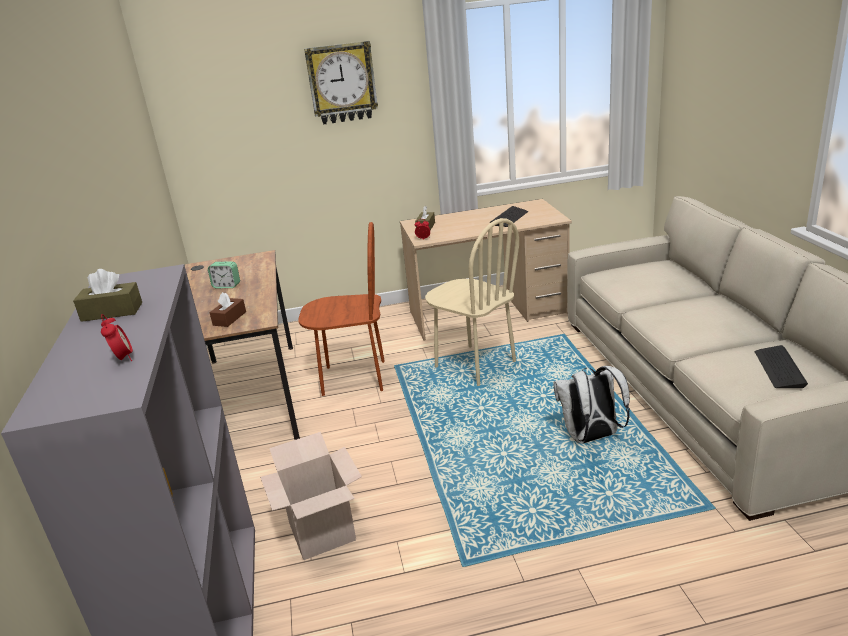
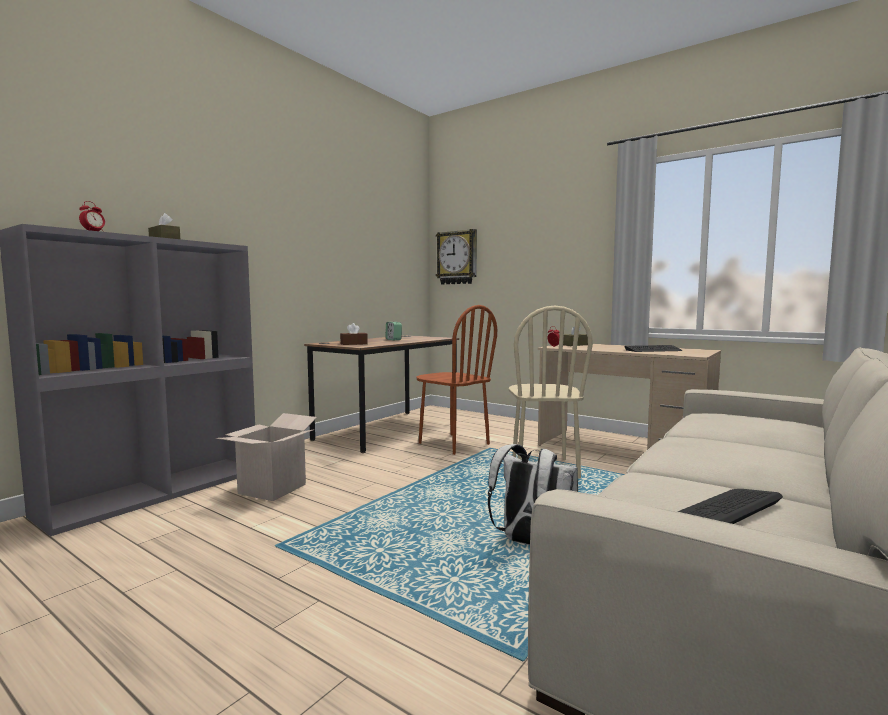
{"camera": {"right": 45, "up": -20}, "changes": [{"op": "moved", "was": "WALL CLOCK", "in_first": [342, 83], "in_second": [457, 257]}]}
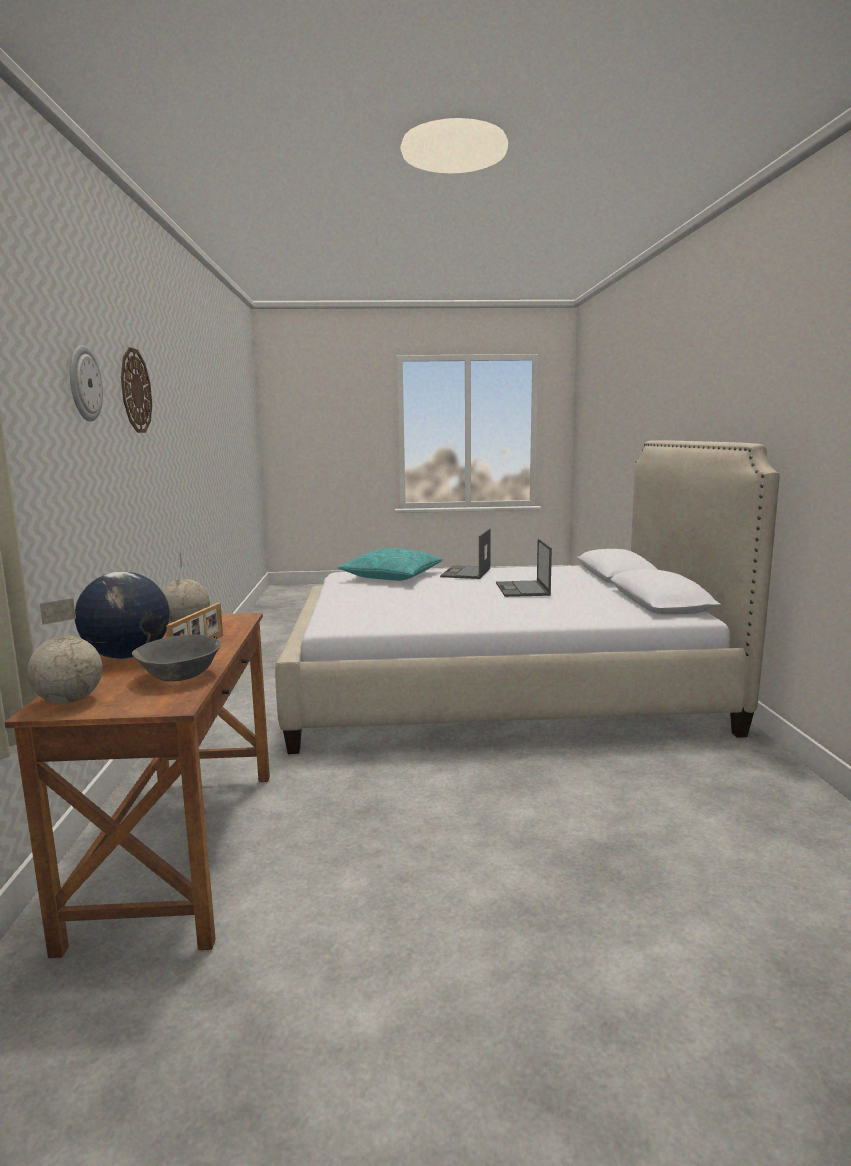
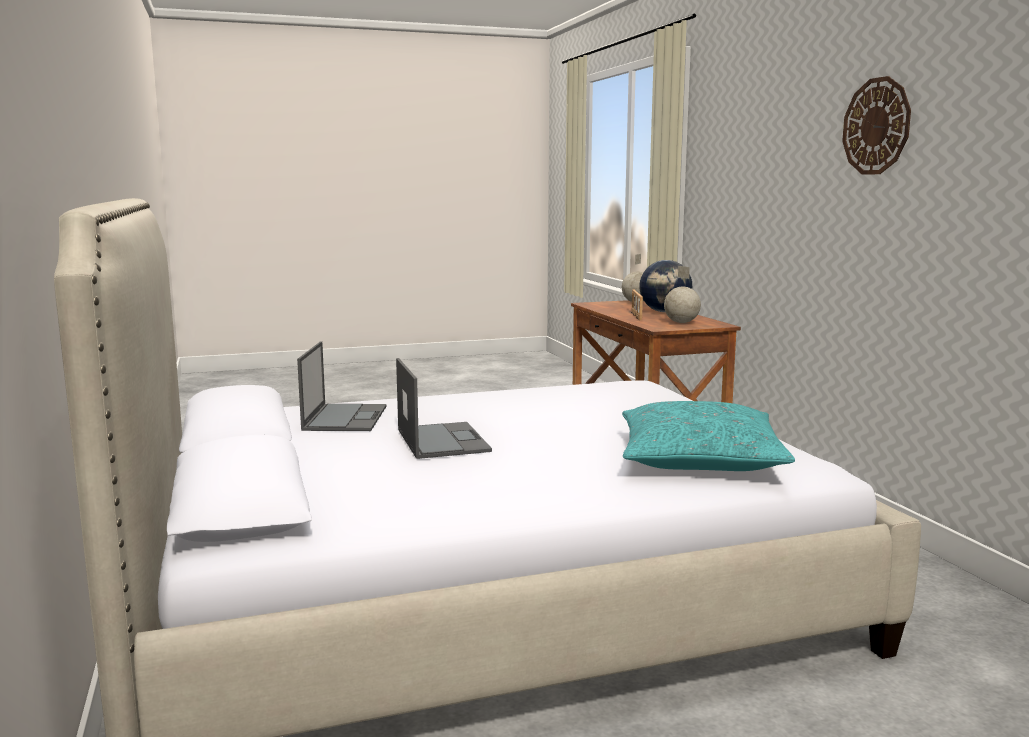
{"camera": {"right": 165, "up": 0}, "changes": [{"op": "removed", "was": "WALL CLOCK", "in_first": [84, 383]}, {"op": "removed", "was": "GREY BOWL", "in_first": [179, 675]}, {"op": "moved", "was": "LAPTOP", "in_first": [466, 573], "in_second": [345, 418]}]}
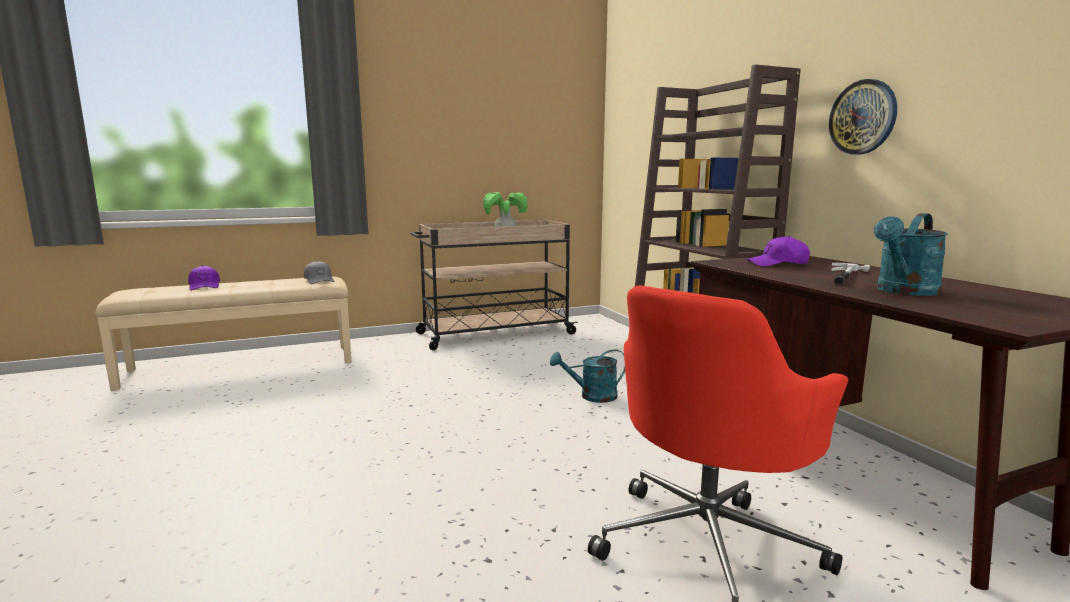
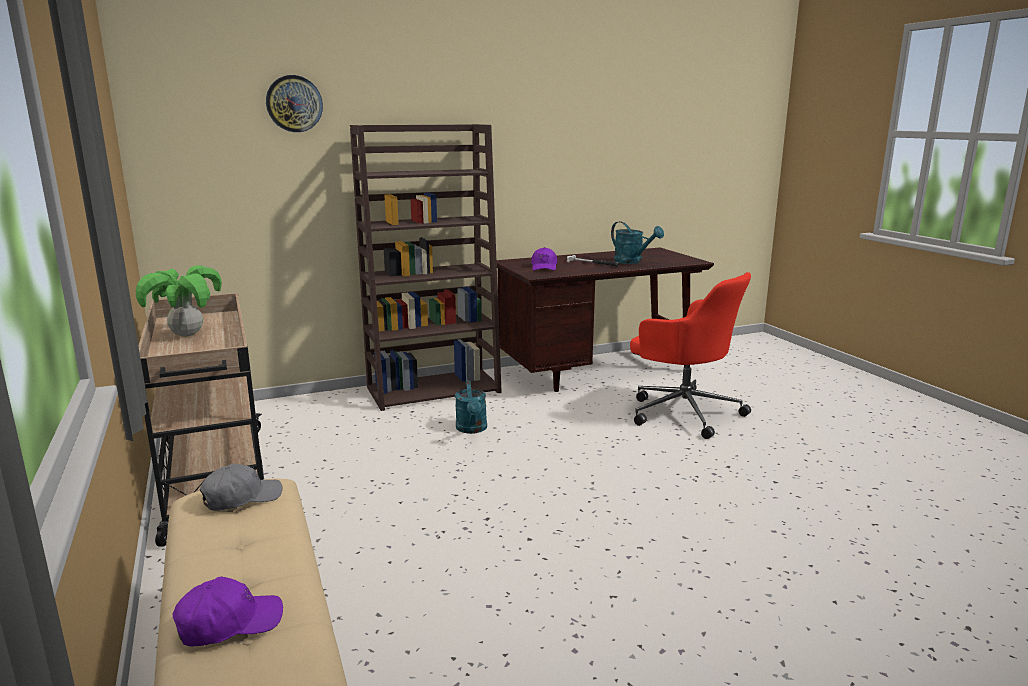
{"camera": {"right": -90, "up": 5}, "changes": [{"op": "moved", "was": "WALL CLOCK", "in_first": [863, 117], "in_second": [294, 104]}]}
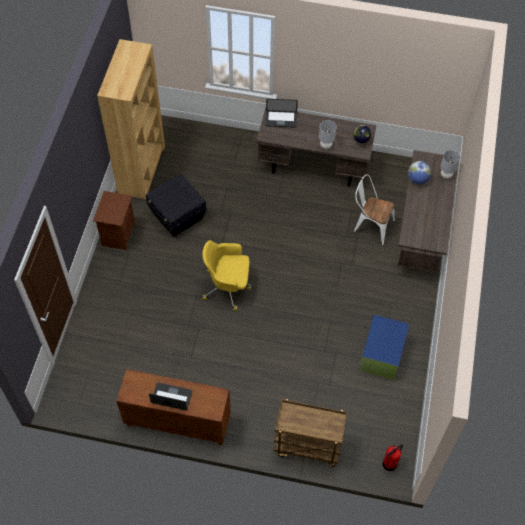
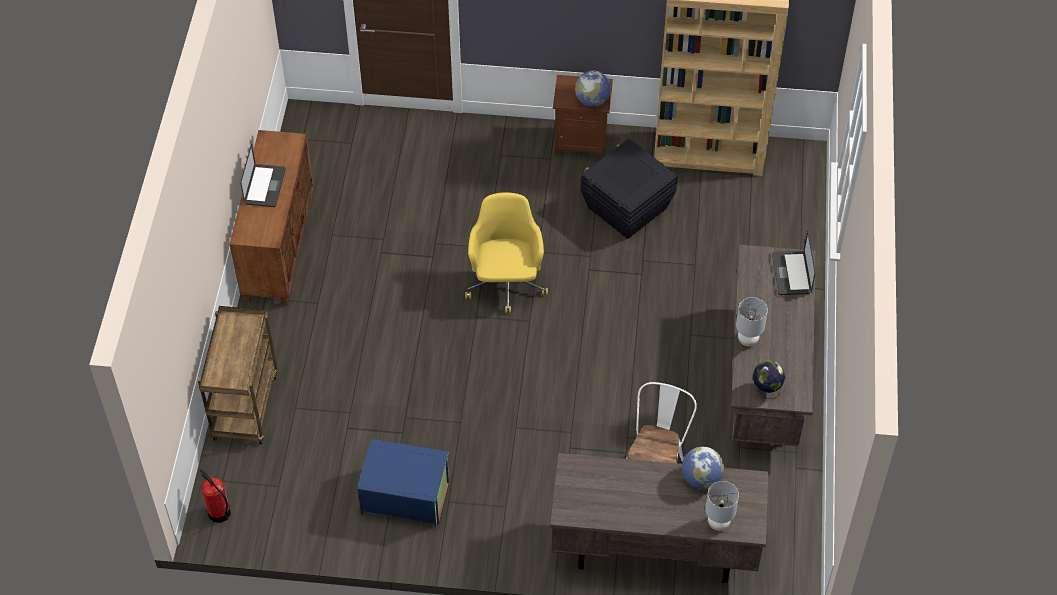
{"camera": {"right": 85, "up": -5}, "changes": [{"op": "added", "now": "GLOBE", "in_second": [592, 100]}]}
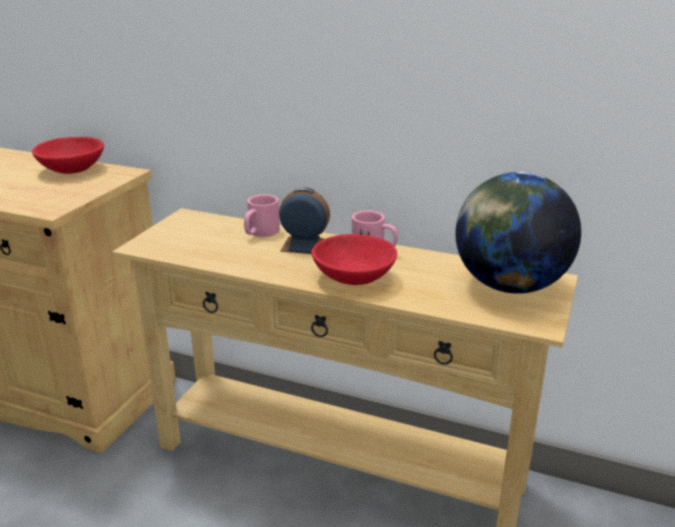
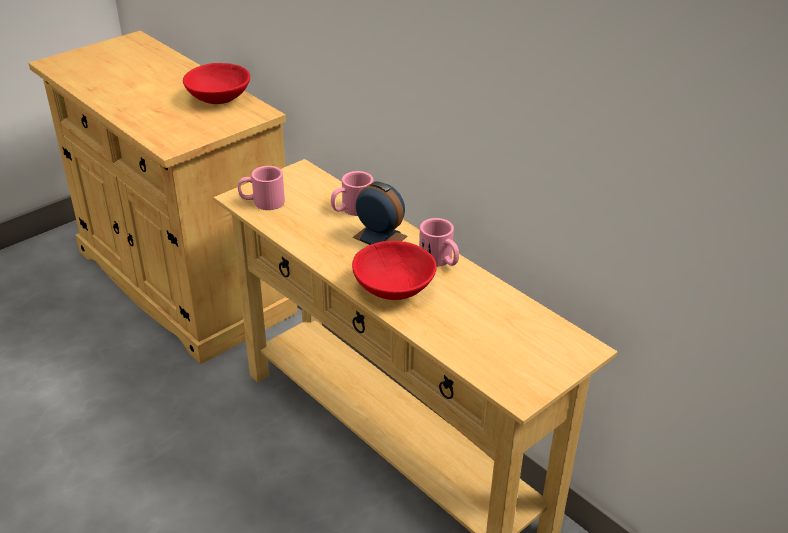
{"camera": {"right": 25, "up": 10}, "changes": [{"op": "removed", "was": "GLOBE", "in_first": [509, 286]}, {"op": "added", "now": "PINK MUG", "in_second": [262, 202]}]}
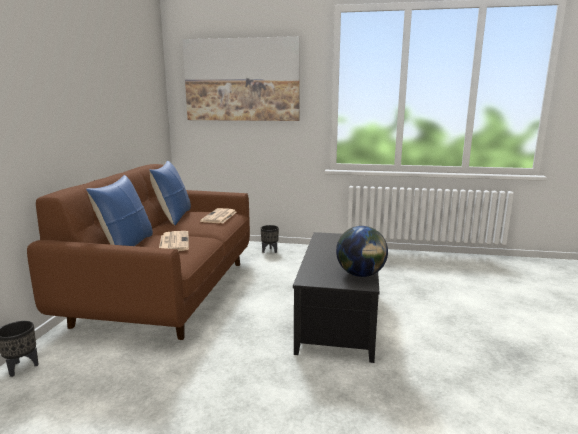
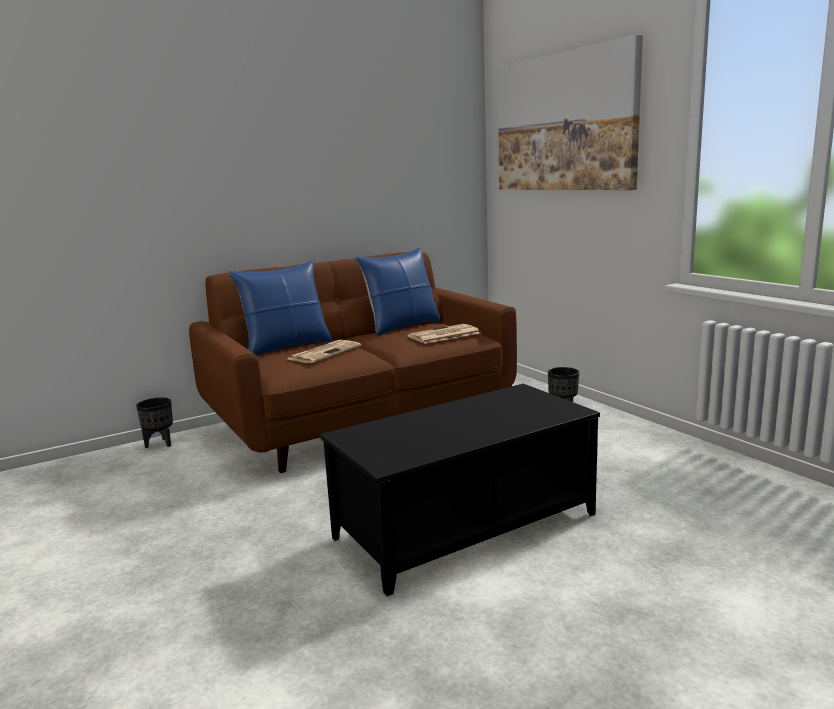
{"camera": {"right": 50, "up": 0}, "changes": [{"op": "removed", "was": "GLOBE", "in_first": [361, 274]}]}
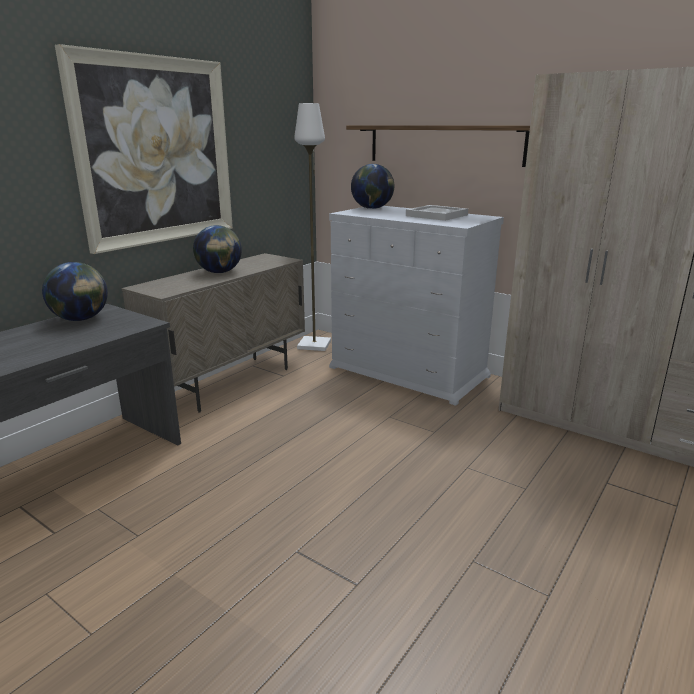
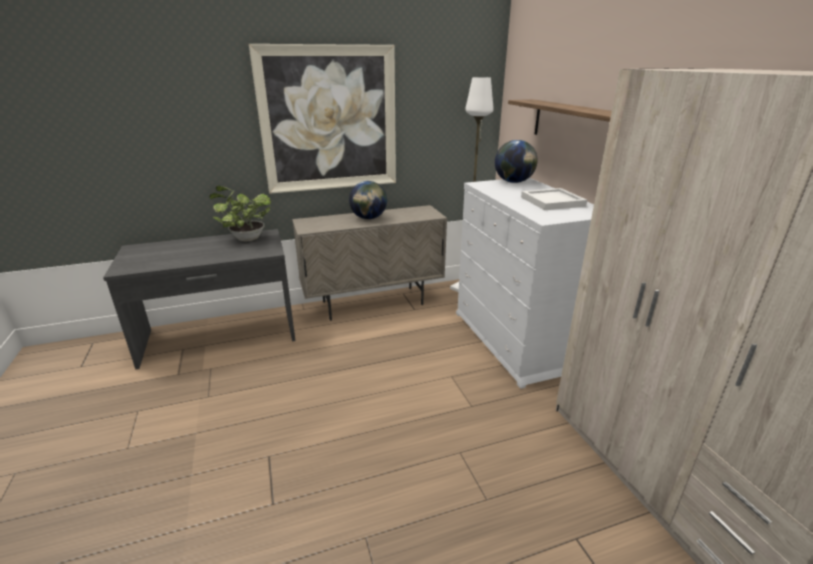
{"camera": {"right": 35, "up": 5}, "changes": [{"op": "replaced", "was": "GLOBE", "now": "POTTED PLANT", "in_first": [81, 319], "in_second": [246, 238]}]}
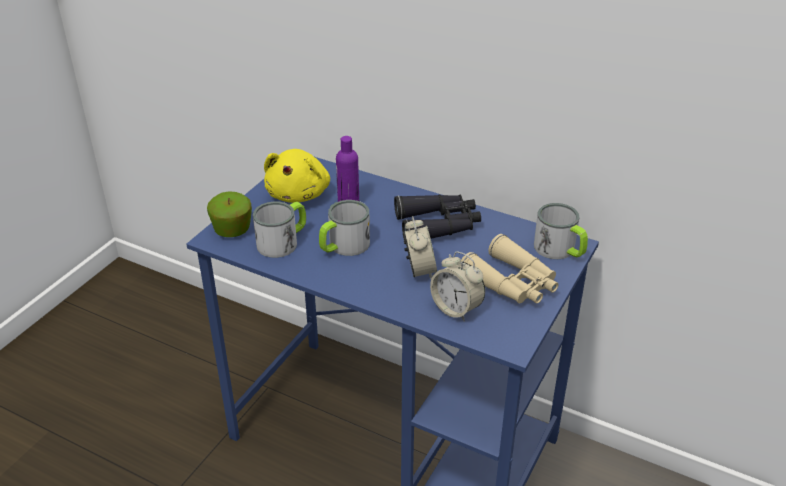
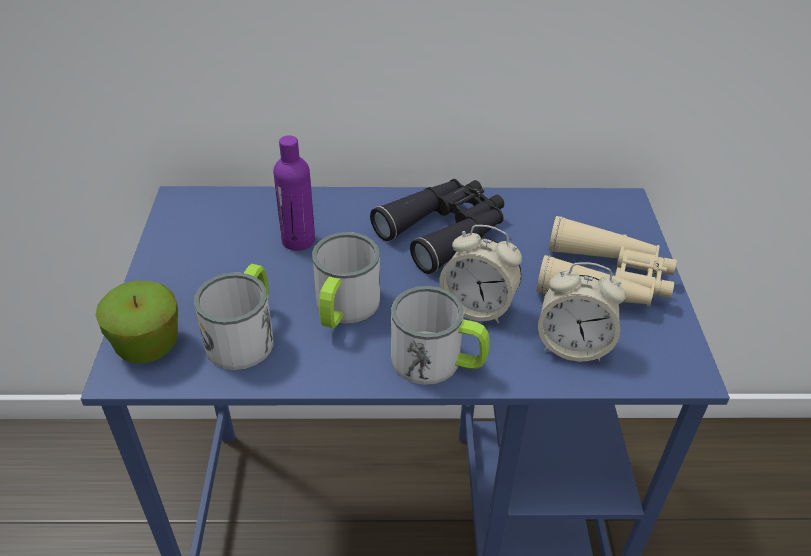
{"camera": {"right": -30, "up": 5}, "changes": [{"op": "removed", "was": "YELLOW PLUSH TOY", "in_first": [299, 194]}, {"op": "moved", "was": "MUG", "in_first": [560, 250], "in_second": [438, 362]}, {"op": "turned", "was": "ALARM CLOCK", "in_first": [419, 271], "in_second": [477, 307], "clockwise": 150}]}
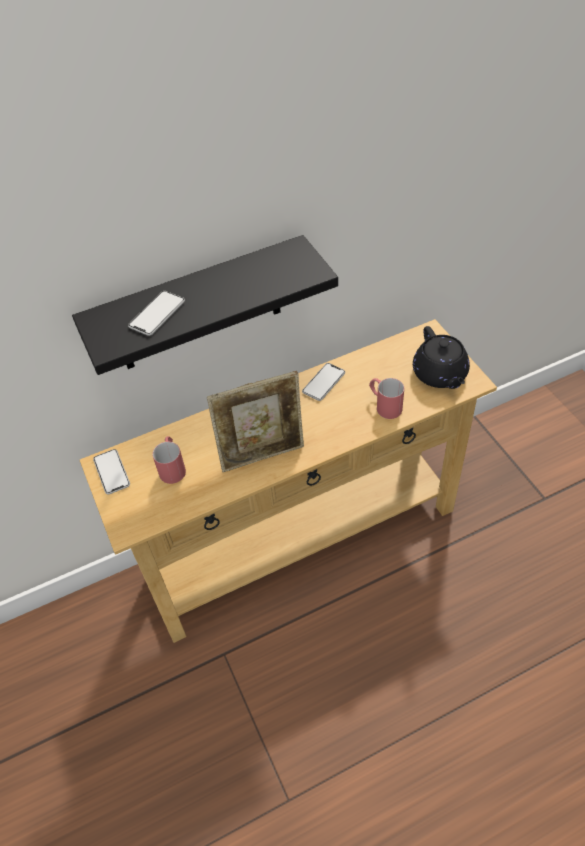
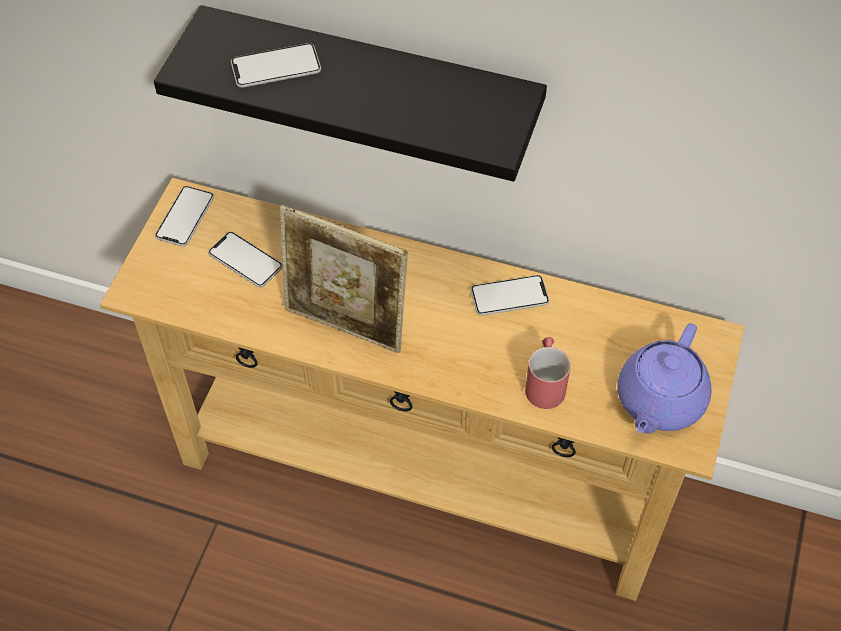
{"camera": {"right": 40, "up": 5}, "changes": [{"op": "replaced", "was": "RED MUG", "now": "PHONE", "in_first": [172, 467], "in_second": [245, 260]}, {"op": "recoloured", "was": "BLACK TEAPOT", "now": "PURPLE TEAPOT", "in_first": [440, 374], "in_second": [659, 401]}]}
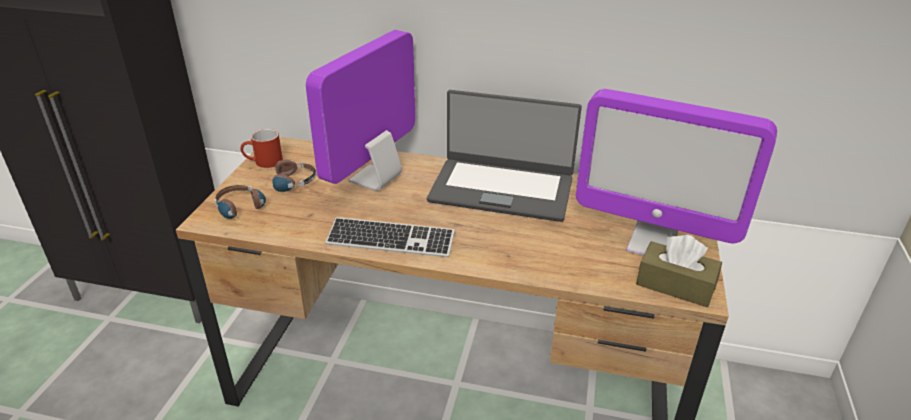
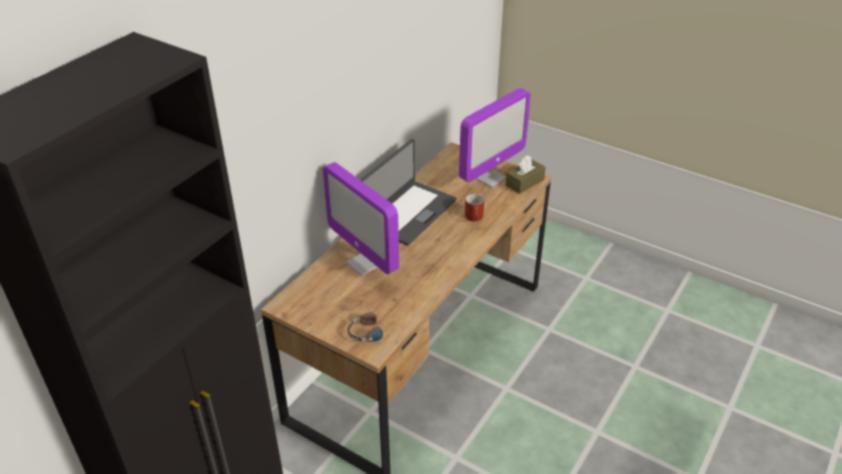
{"camera": {"right": -70, "up": 5}, "changes": [{"op": "removed", "was": "HEADPHONES", "in_first": [285, 183]}, {"op": "removed", "was": "KEYBOARD", "in_first": [390, 240]}, {"op": "moved", "was": "RED MUG", "in_first": [263, 163], "in_second": [475, 218]}]}
